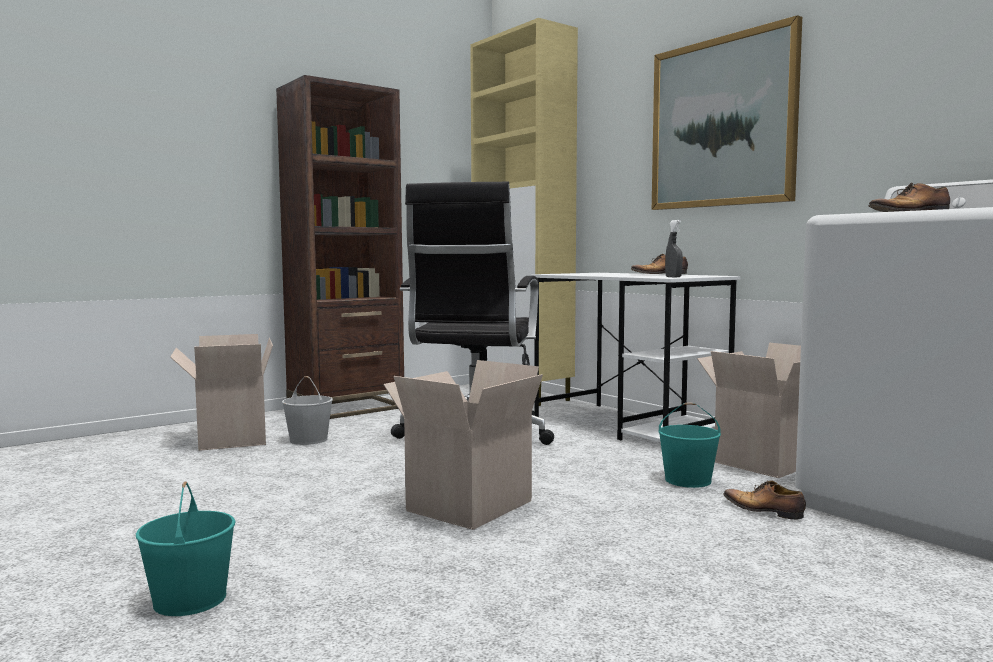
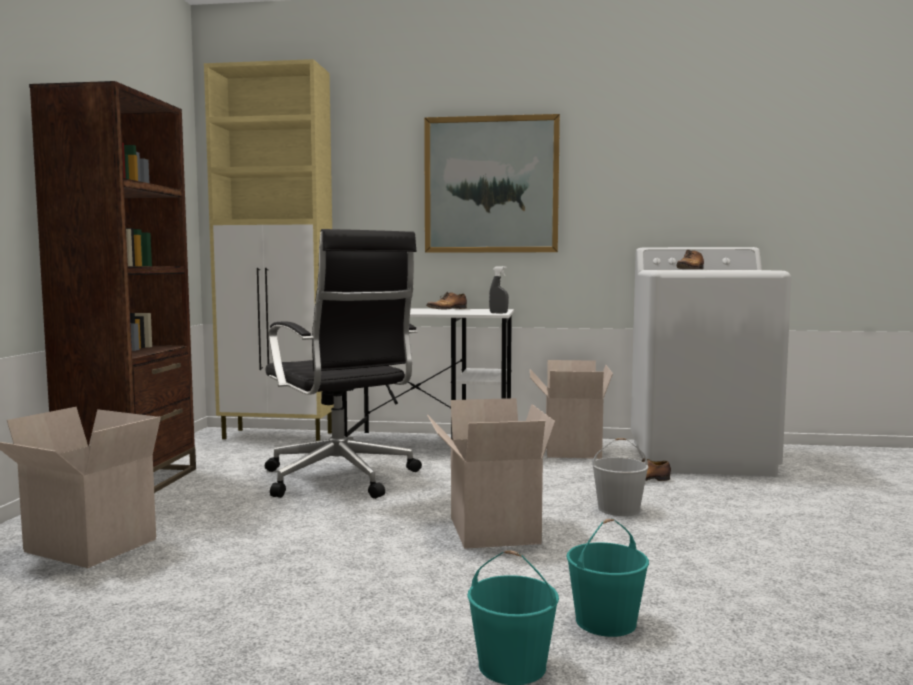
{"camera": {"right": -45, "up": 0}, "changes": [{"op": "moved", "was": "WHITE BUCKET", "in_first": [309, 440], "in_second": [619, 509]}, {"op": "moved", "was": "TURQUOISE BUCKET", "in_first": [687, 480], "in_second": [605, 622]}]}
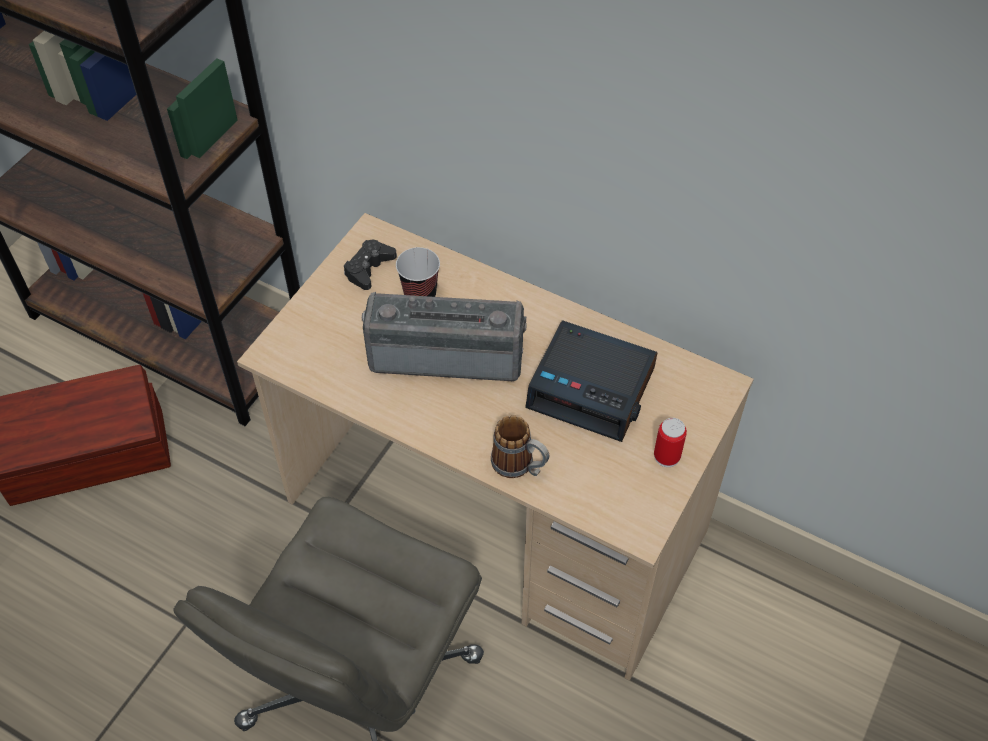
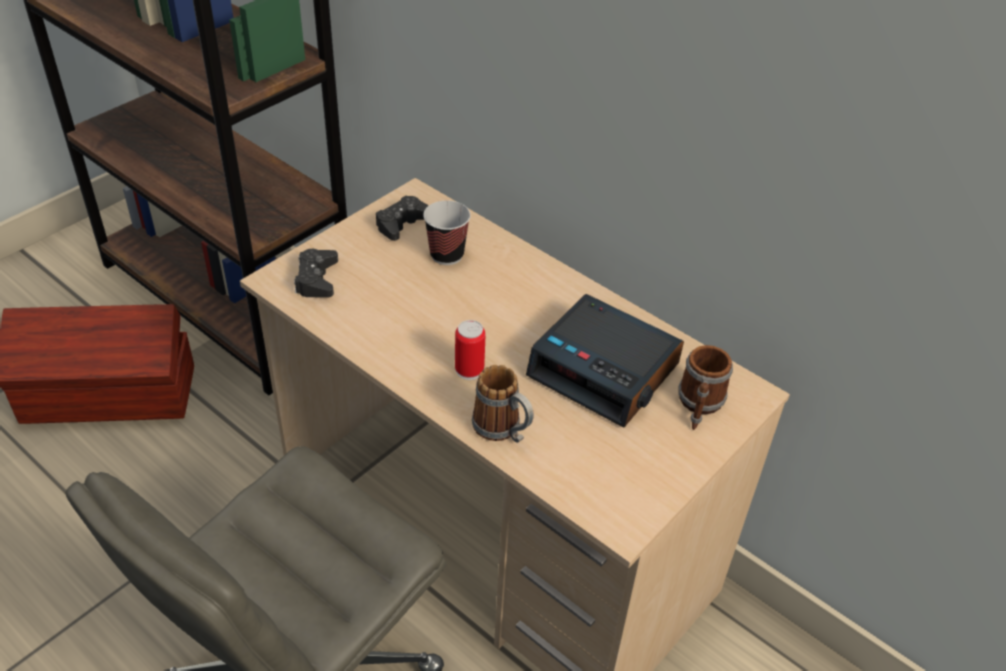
{"camera": {"right": 10, "up": -10}, "changes": [{"op": "removed", "was": "RADIO", "in_first": [447, 353]}, {"op": "added", "now": "BLACK GAME CONTROLLER", "in_second": [316, 279]}, {"op": "added", "now": "MUG", "in_second": [699, 406]}, {"op": "moved", "was": "CAN", "in_first": [667, 456], "in_second": [469, 370]}]}
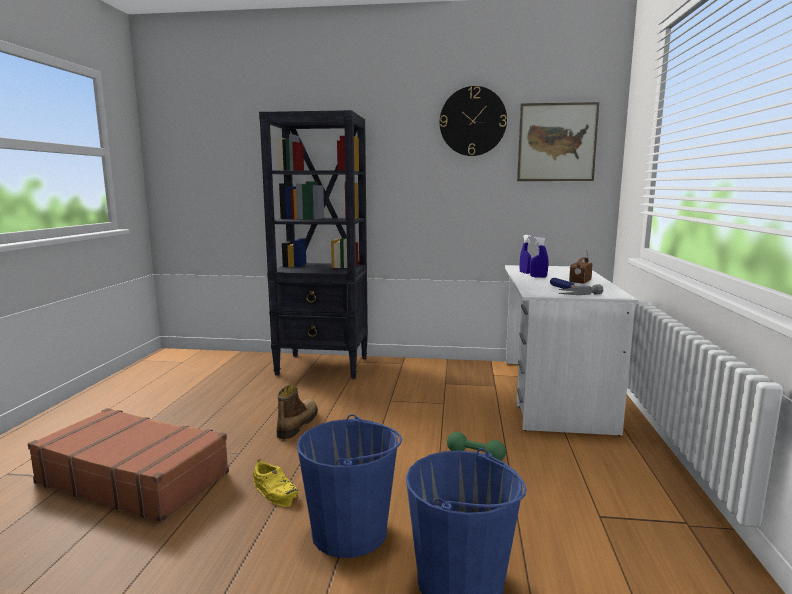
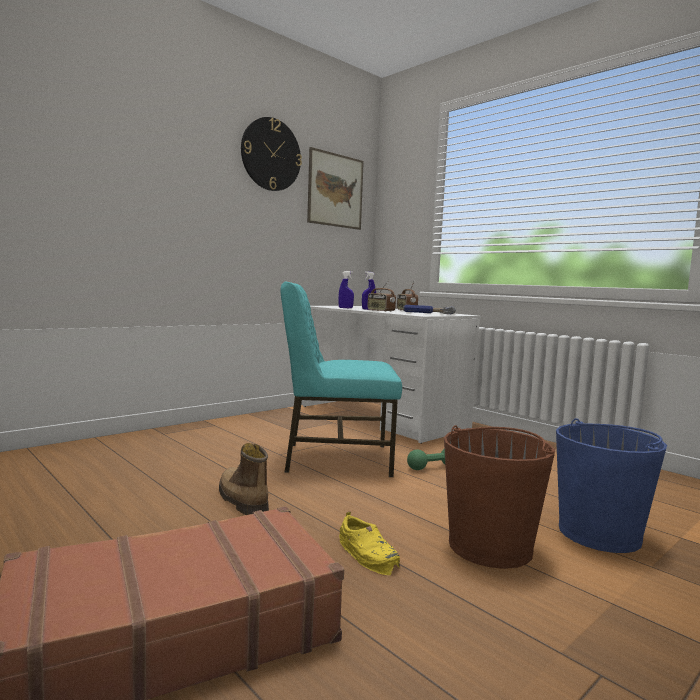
{"camera": {"right": -50, "up": -5}, "changes": [{"op": "removed", "was": "BLACK BOOKCASE", "in_first": [323, 366]}, {"op": "added", "now": "TURQUOISE CHAIR", "in_second": [336, 458]}, {"op": "added", "now": "RADIO", "in_second": [380, 311]}, {"op": "recoloured", "was": "BLUE BUCKET", "now": "BROWN BUCKET", "in_first": [350, 532], "in_second": [490, 546]}, {"op": "turned", "was": "YELLOW SHOE", "in_first": [275, 491], "in_second": [368, 554], "clockwise": 60}]}
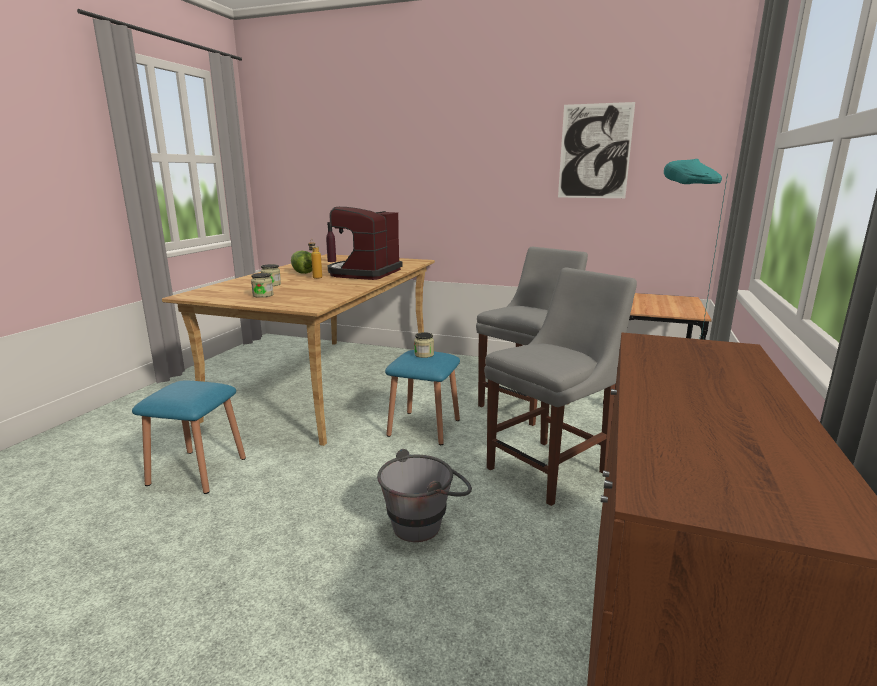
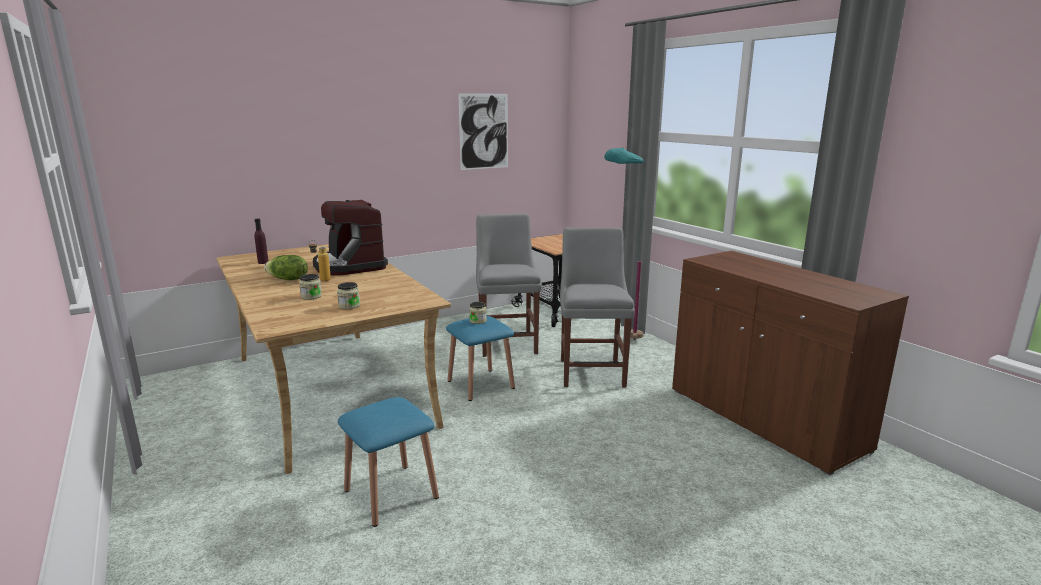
{"camera": {"right": -50, "up": 0}, "changes": [{"op": "removed", "was": "GREY BUCKET", "in_first": [425, 523]}]}
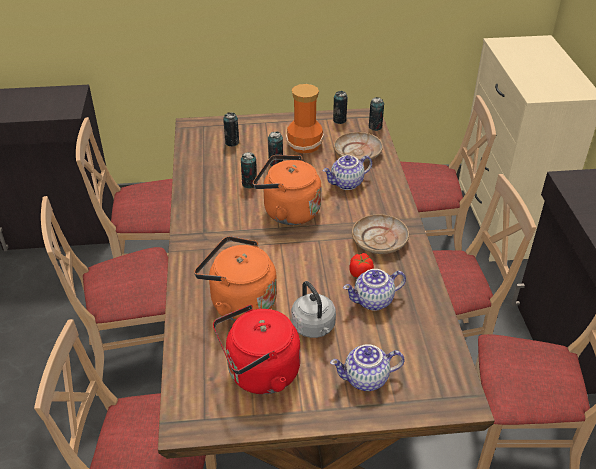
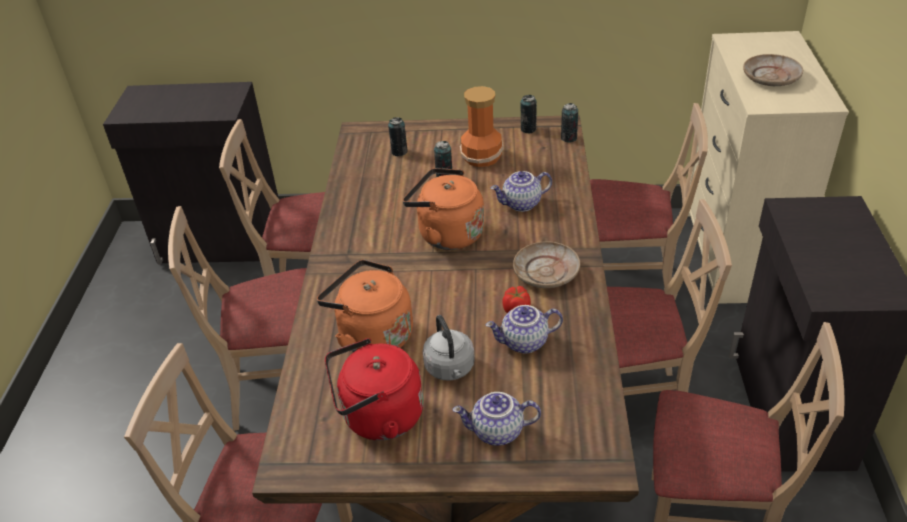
{"camera": {"right": 10, "up": 0}, "changes": [{"op": "removed", "was": "CAN", "in_first": [249, 184]}, {"op": "moved", "was": "BEIGE PLATE", "in_first": [358, 153], "in_second": [771, 78]}]}
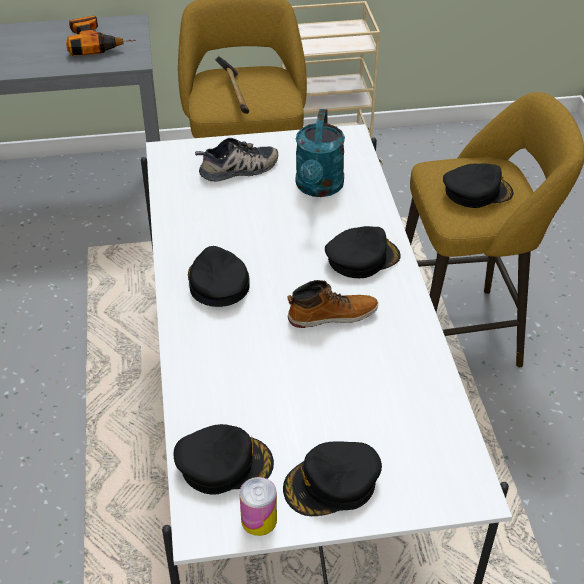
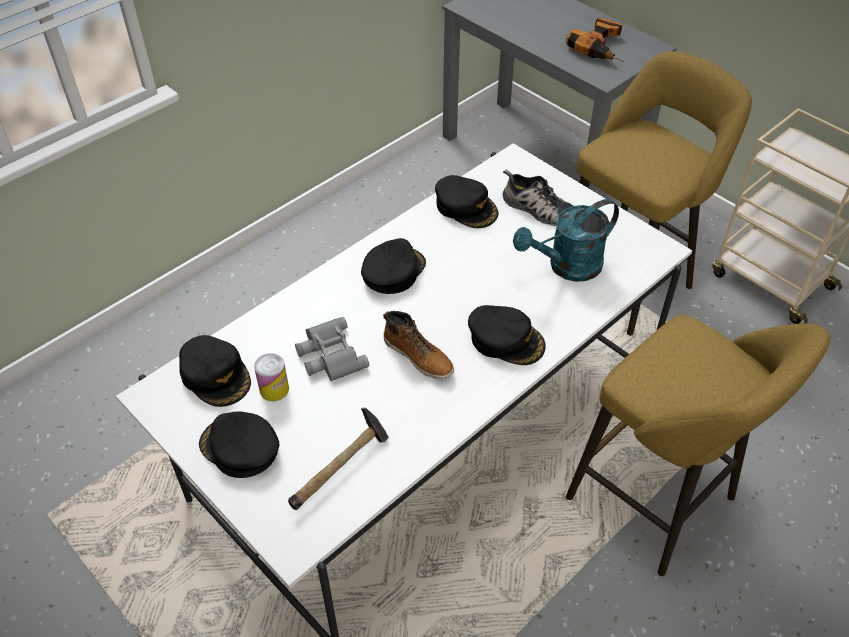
{"camera": {"right": 55, "up": 5}, "changes": [{"op": "added", "now": "GREY BINOCULARS", "in_second": [329, 355]}, {"op": "moved", "was": "HAMMER", "in_first": [236, 95], "in_second": [341, 468]}, {"op": "moved", "was": "CAN", "in_first": [259, 520], "in_second": [274, 389]}, {"op": "moved", "was": "BLACK CAP", "in_first": [476, 191], "in_second": [466, 207]}]}
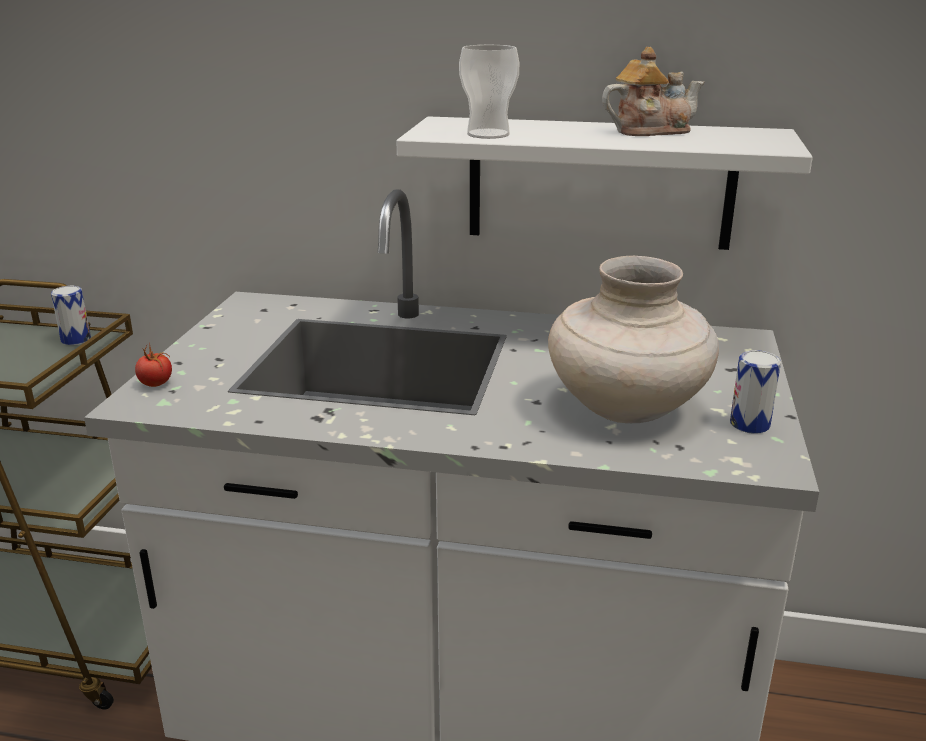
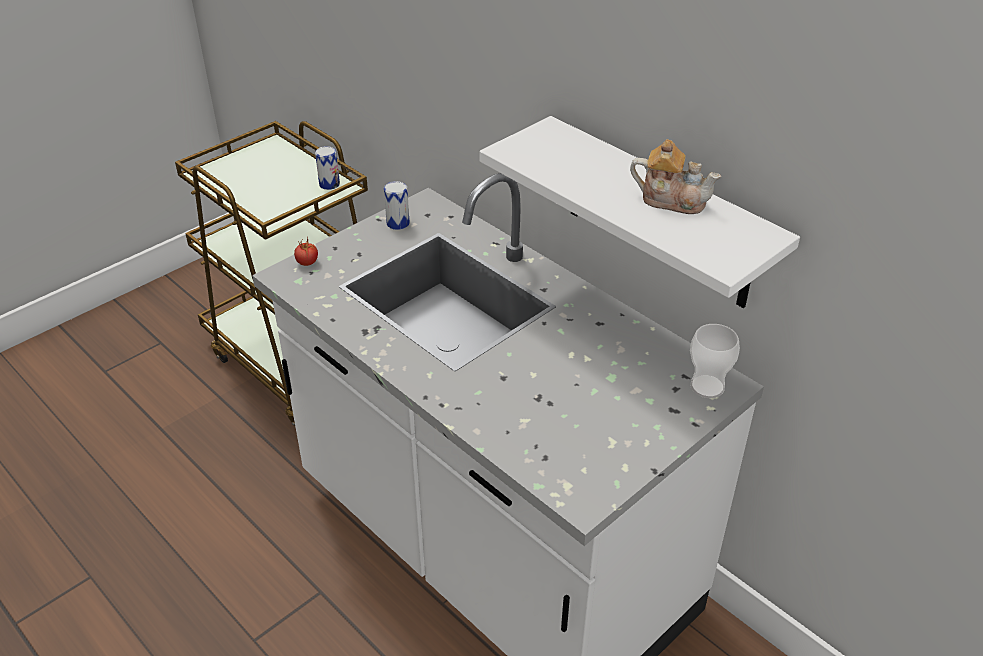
{"camera": {"right": 35, "up": 15}, "changes": [{"op": "removed", "was": "BEIGE VASE", "in_first": [627, 409]}, {"op": "moved", "was": "CUP", "in_first": [488, 134], "in_second": [707, 386]}, {"op": "moved", "was": "CAN", "in_first": [749, 424], "in_second": [398, 223]}]}
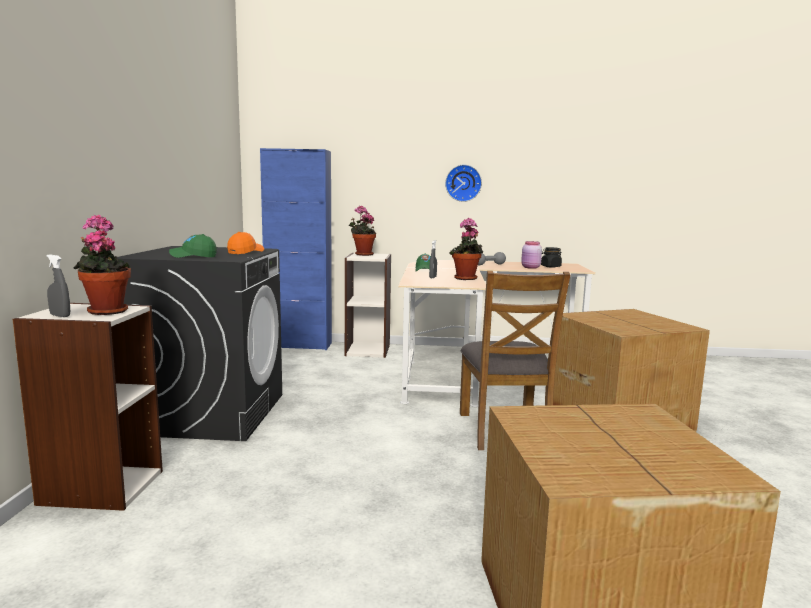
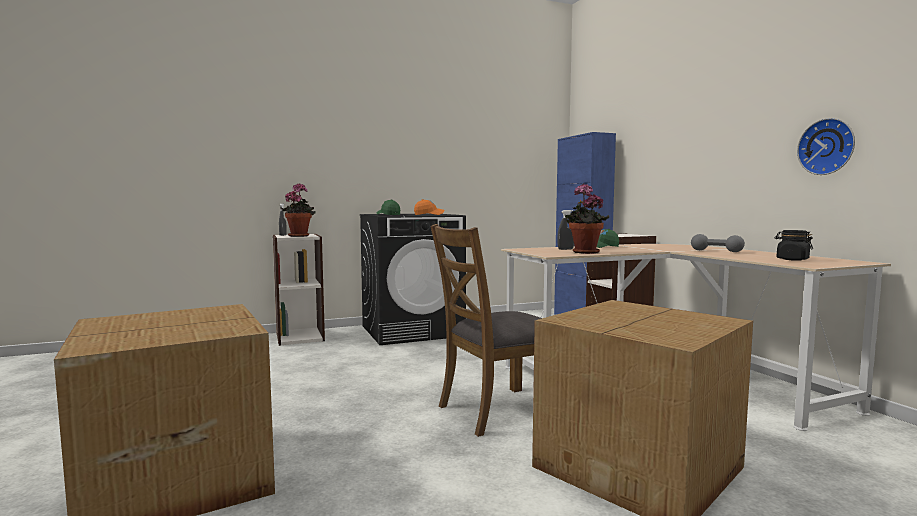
{"camera": {"right": 65, "up": -5}, "changes": [{"op": "removed", "was": "POTTED PLANT", "in_first": [362, 254]}, {"op": "removed", "was": "PINK JAR", "in_first": [530, 267]}, {"op": "moved", "was": "WALL CLOCK", "in_first": [463, 183], "in_second": [827, 147]}]}
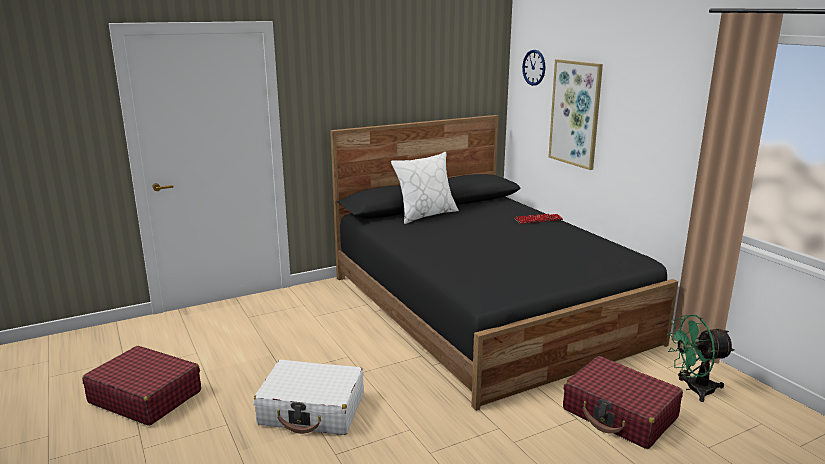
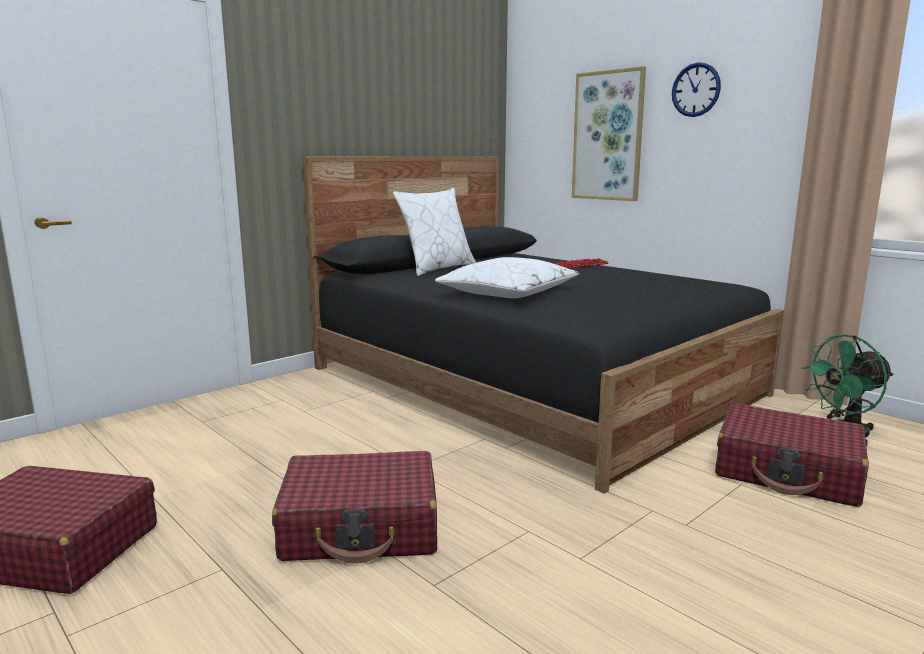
{"camera": {"right": -15, "up": -5}, "changes": [{"op": "added", "now": "WHITE PILLOW", "in_second": [508, 293]}, {"op": "moved", "was": "WALL CLOCK", "in_first": [534, 67], "in_second": [696, 90]}, {"op": "recoloured", "was": "WHITE SUITCASE", "now": "RED SUITCASE", "in_first": [312, 410], "in_second": [361, 527]}]}
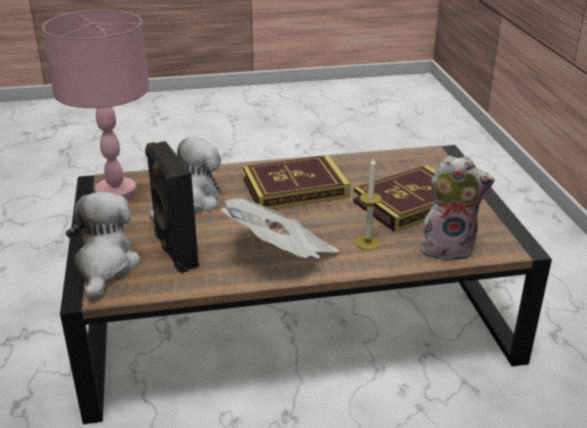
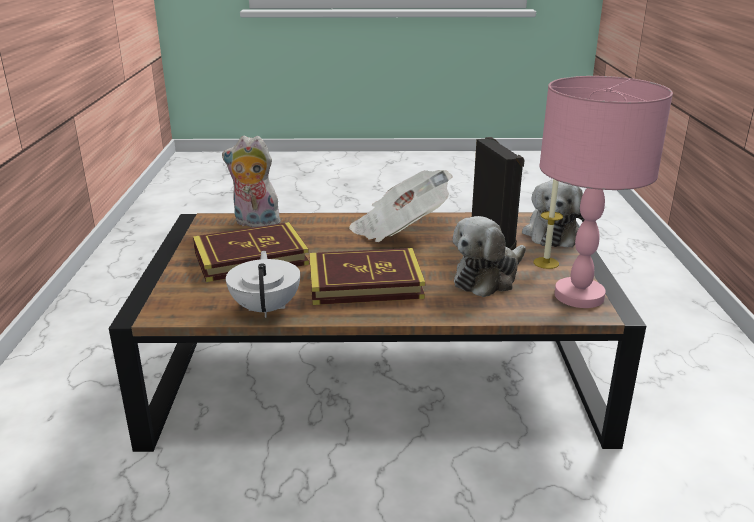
{"camera": {"right": -170, "up": -5}, "changes": [{"op": "added", "now": "WHITE TEAPOT", "in_second": [266, 308]}, {"op": "moved", "was": "CANDLE", "in_first": [367, 242], "in_second": [546, 263]}]}
